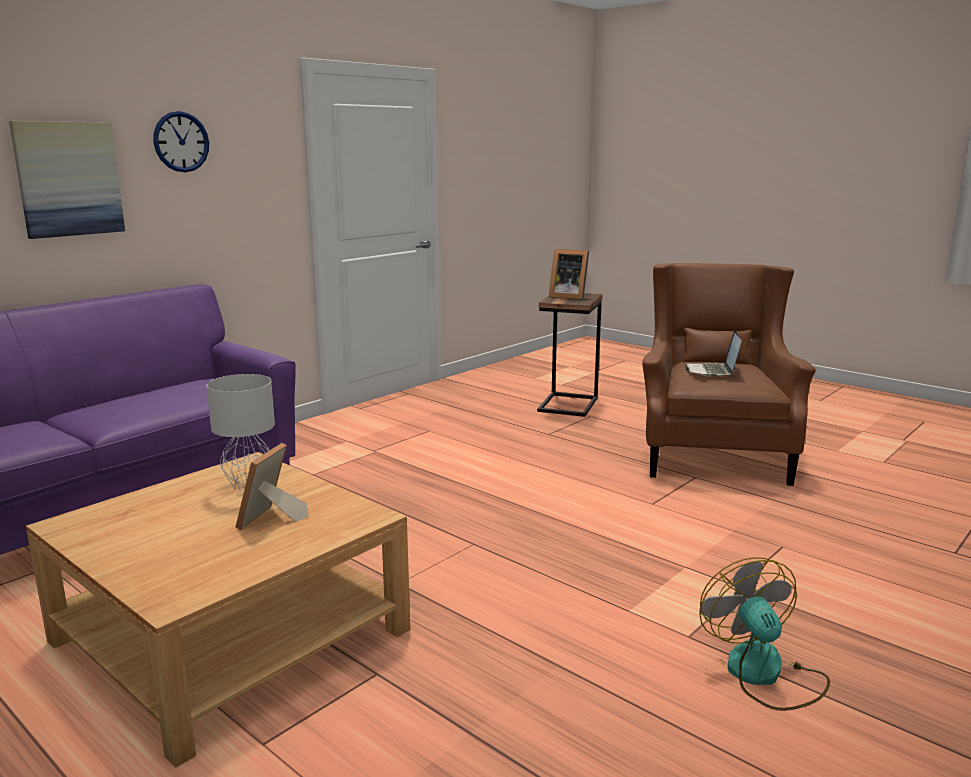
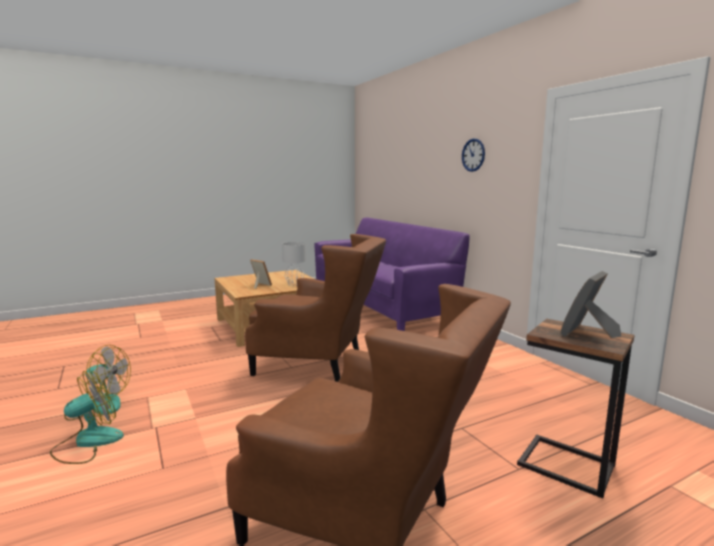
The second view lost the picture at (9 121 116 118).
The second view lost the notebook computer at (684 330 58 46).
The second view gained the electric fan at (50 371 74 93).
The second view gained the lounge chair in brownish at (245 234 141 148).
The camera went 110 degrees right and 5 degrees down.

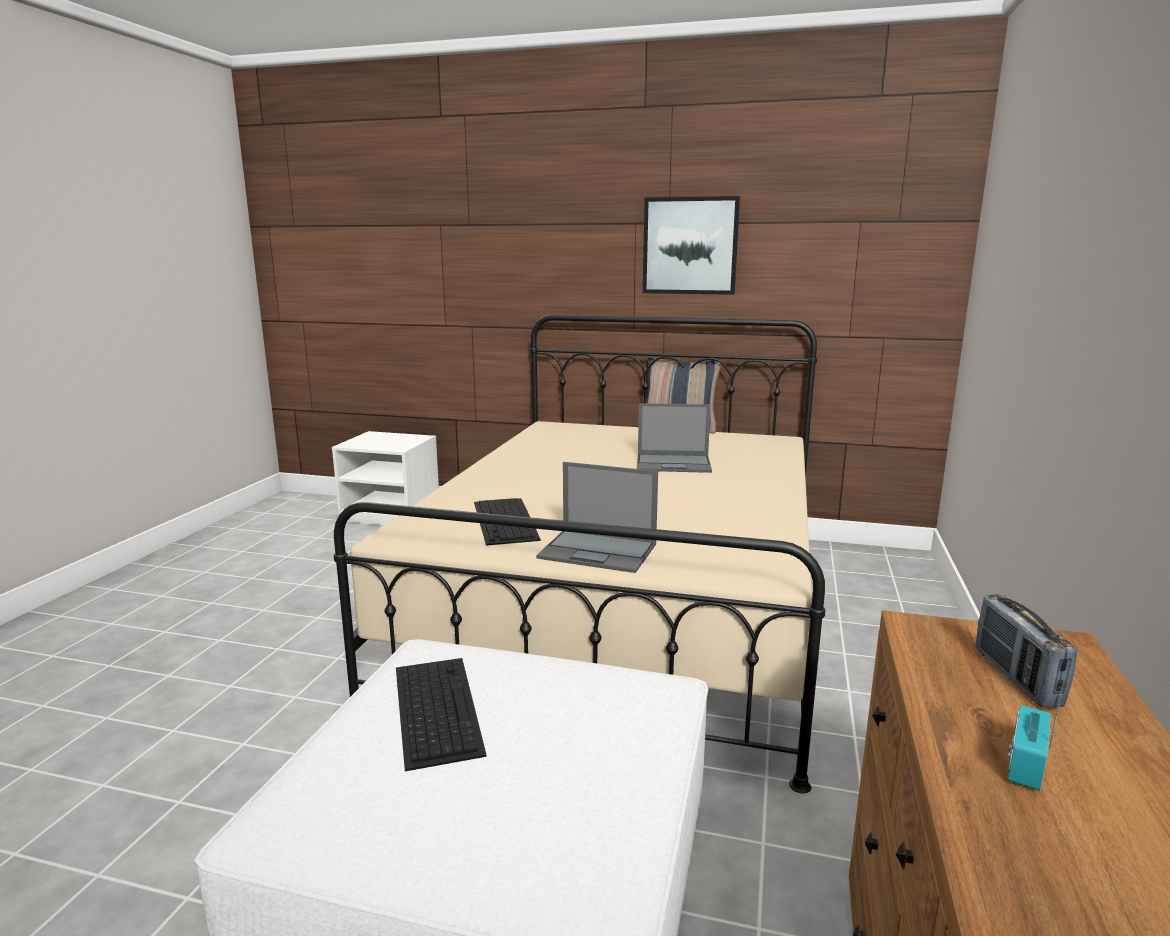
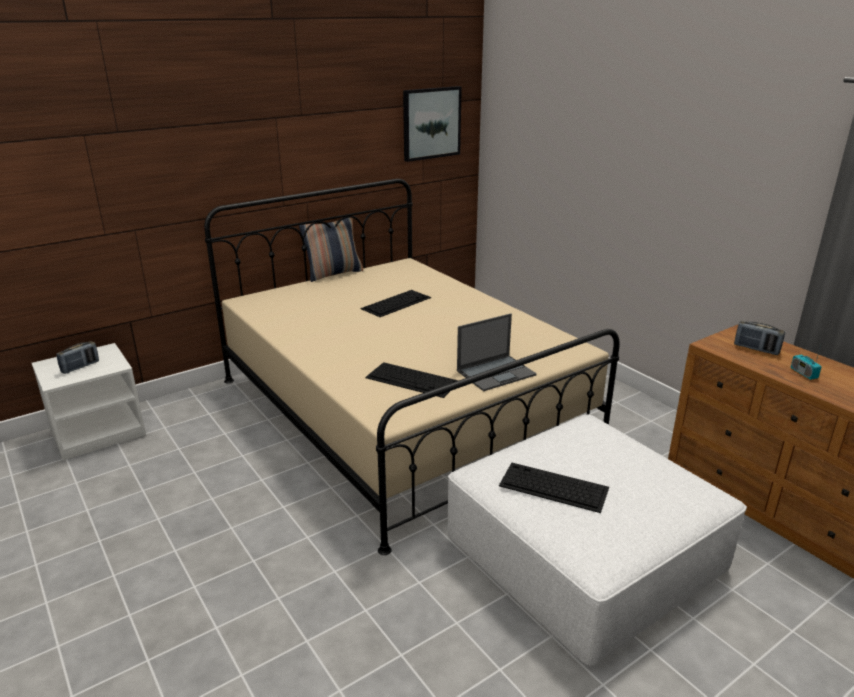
Where the notebook computer stood at (637 403 75 70), the PC keyboard came to stand at (360 290 71 27).
The picture ended up elsewhere, having gone from (643 196 97 99) to (403 86 59 76).
The second view gained the radio at (56 341 43 33).
The camera went 50 degrees left and 10 degrees up.

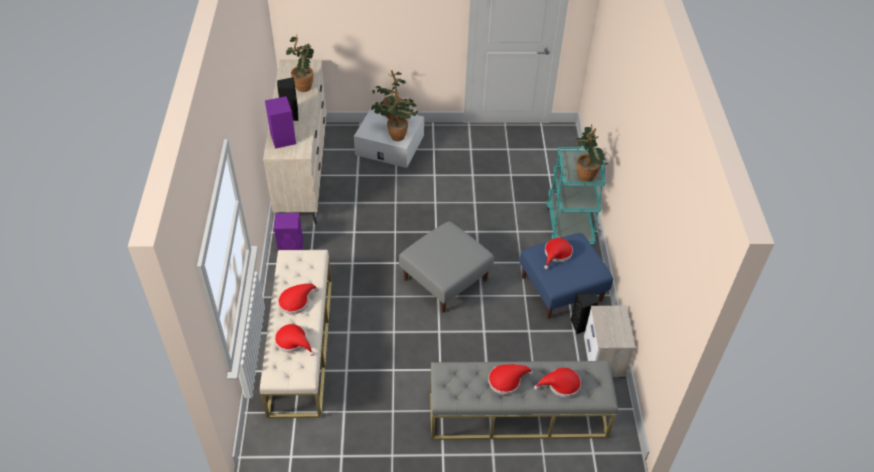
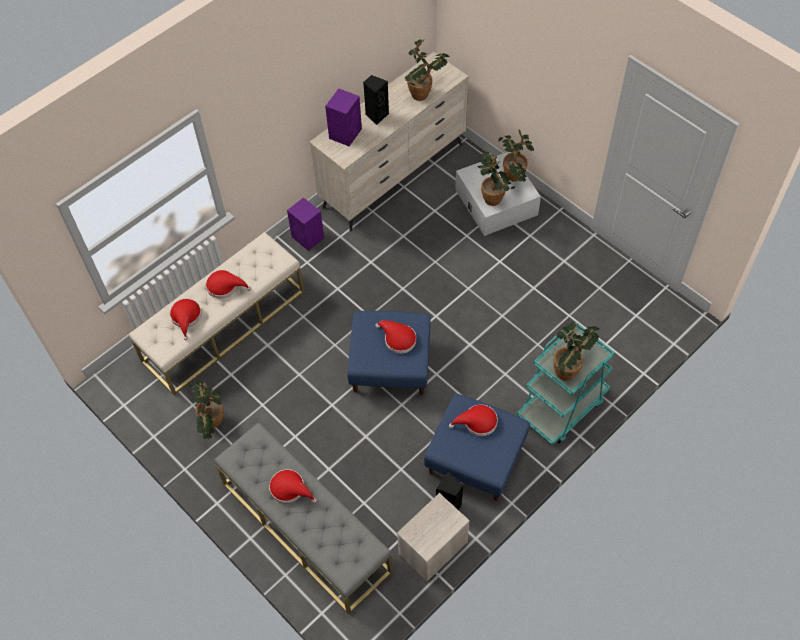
What was the ottoman in gray at (399 221 95 92) turned into the ottoman in blue-coloured at (347 311 83 84).
The clothing hat in red-coloured ended up elsewhere, having gone from (534 367 47 31) to (376 320 40 34).
The second view gained the houseplant at (189 381 34 58).
The camera went 50 degrees right and 10 degrees up.

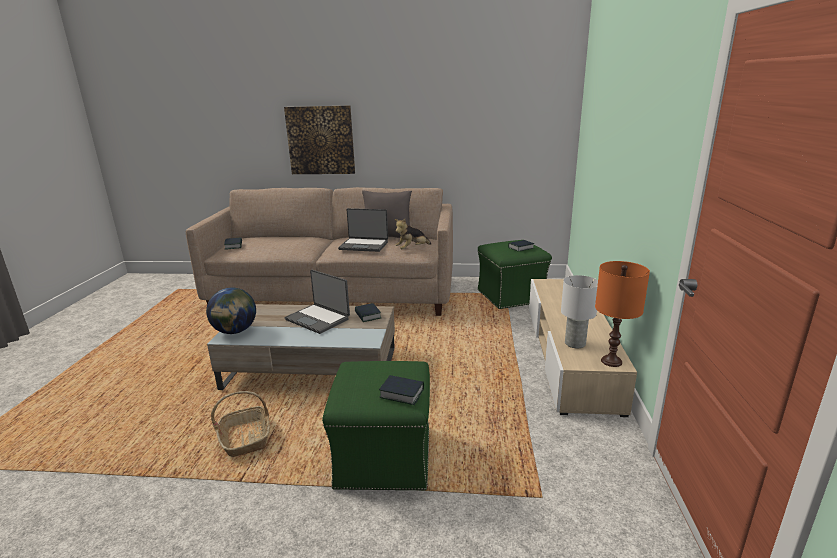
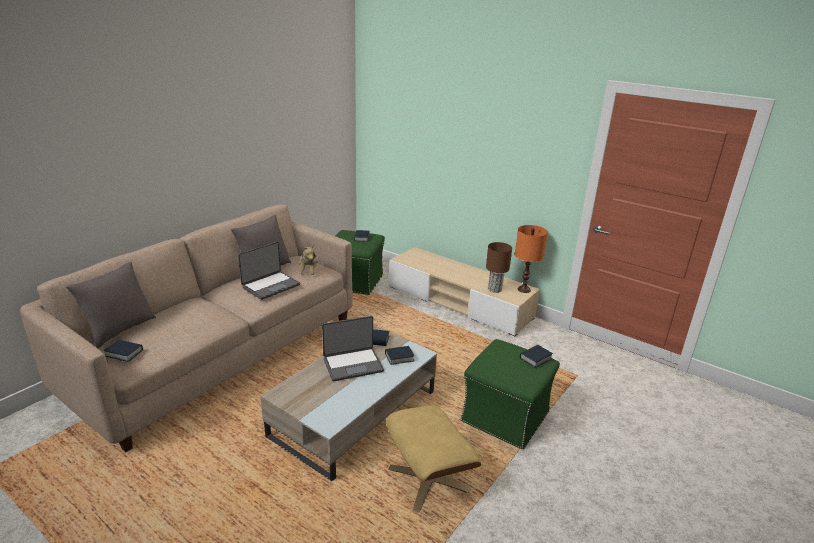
The second view lost the world globe at (206 287 50 47).
Where the household basket stood at (211 391 59 66), the ottoman in beige-coloured came to stand at (386 405 95 108).
The second view lost the picture at (284 105 71 69).
What was the table lamp in whitish at (561 275 37 73) turned into the table lamp in brownish at (486 242 26 51).
The second view gained the pillow in gray at (66 262 90 86).
The second view gained the volume at (385 346 29 19).
The camera went 60 degrees left and 5 degrees up.

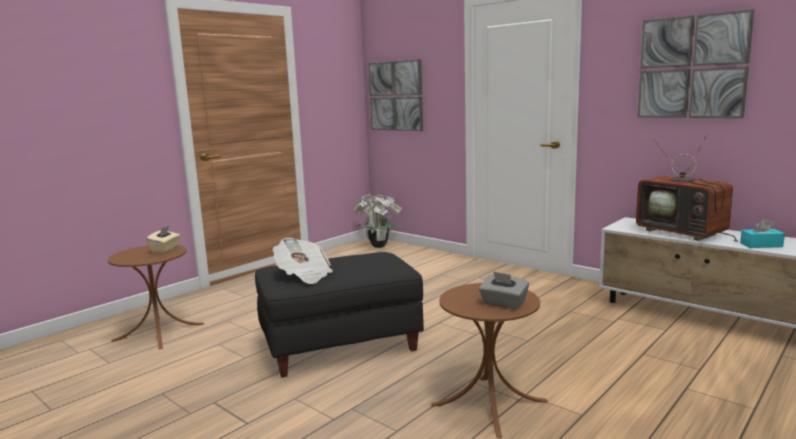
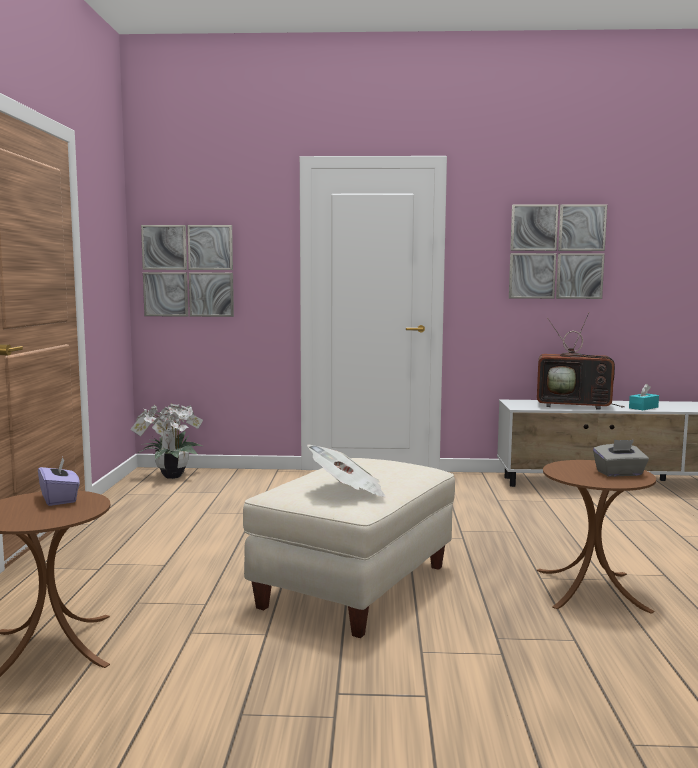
What was the tissue box in beige-coloured at (146 225 34 28) turned into the tissue box in purple at (38 457 42 49).
What was the ottoman in black at (255 252 169 126) turned into the ottoman in beige-coloured at (243 458 212 180).
The camera went 40 degrees left and 5 degrees down.

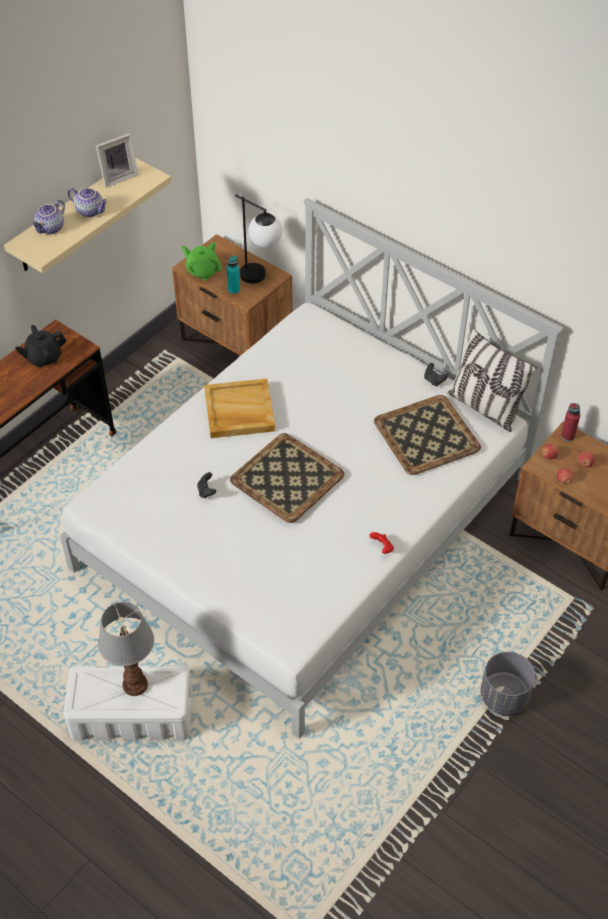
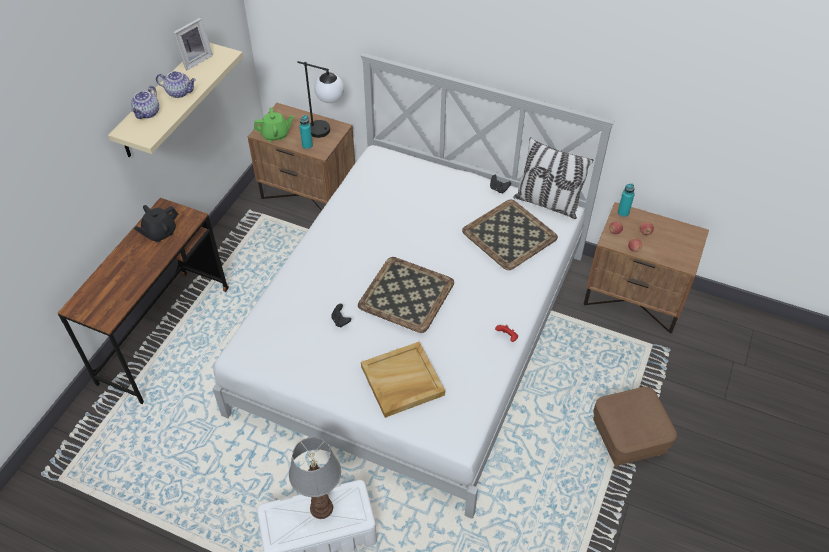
The teapot in greenish at (182 242 40 38) ended up facing another way, 150 degrees clockwise from before.
The serving tray in beige-coloured ended up elsewhere, having gone from (204 379 71 59) to (361 342 84 76).
Where the planter in gray stood at (481 652 54 63), the ottoman in brownish came to stand at (593 387 84 80).
What was the beverage bottle in red-coloured at (561 403 19 38) turned into the beverage bottle in turquoise at (617 184 18 33).
The camera went 15 degrees left and 0 degrees up.

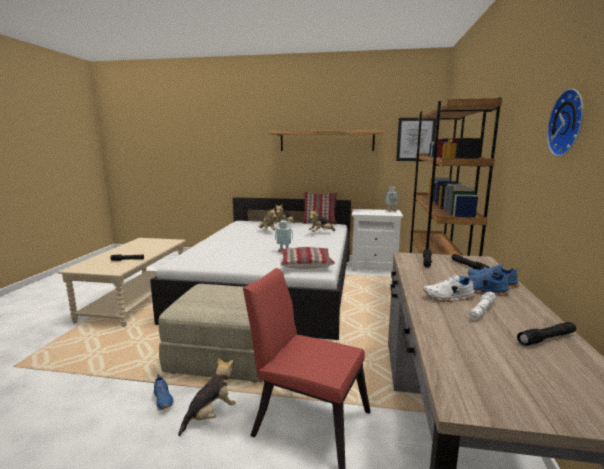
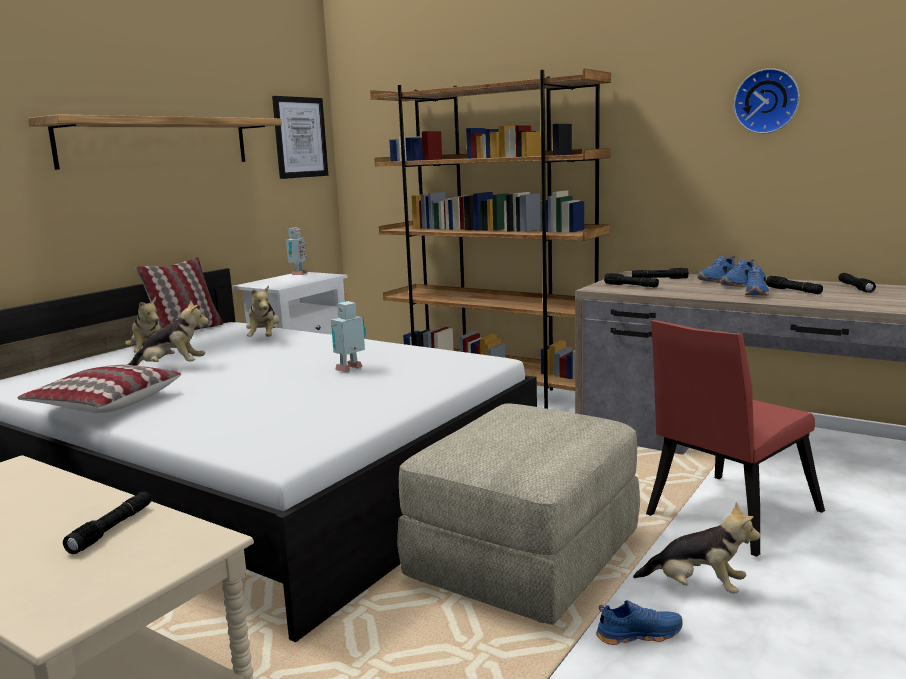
The cuddly toy at (178 358 58 78) ended up facing another way, 135 degrees clockwise from before.
The pillow ended up elsewhere, having gone from (280 247 55 22) to (17 365 164 48).
What was the item of footwear in whitish at (423 275 52 27) turned into the item of footwear in blue-coloured at (745 266 24 30).
What was the torch in whitish at (469 292 27 28) turned into the torch in black at (766 276 57 18).
The camera went 65 degrees left and 0 degrees up.

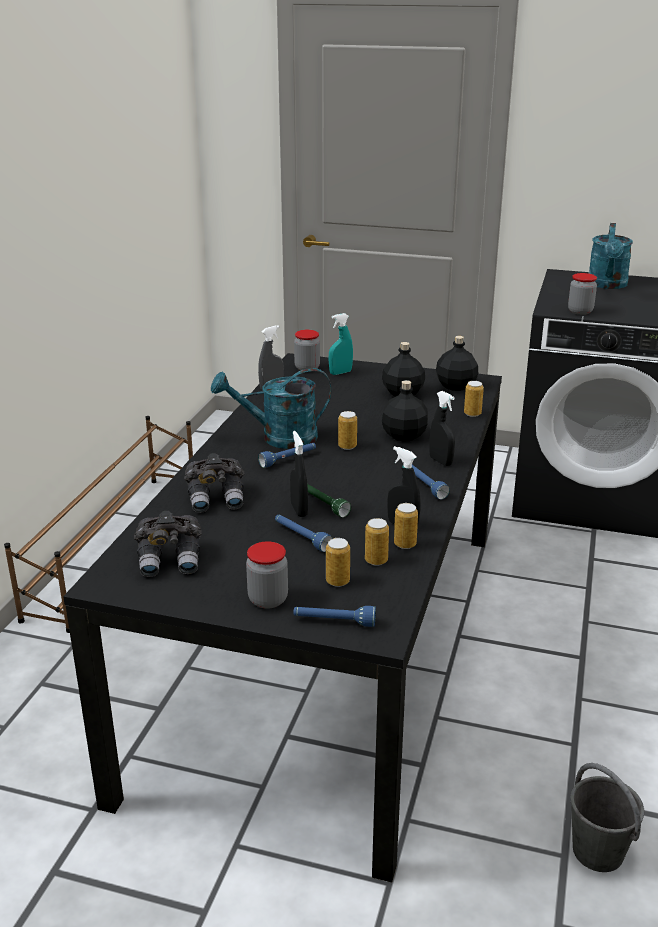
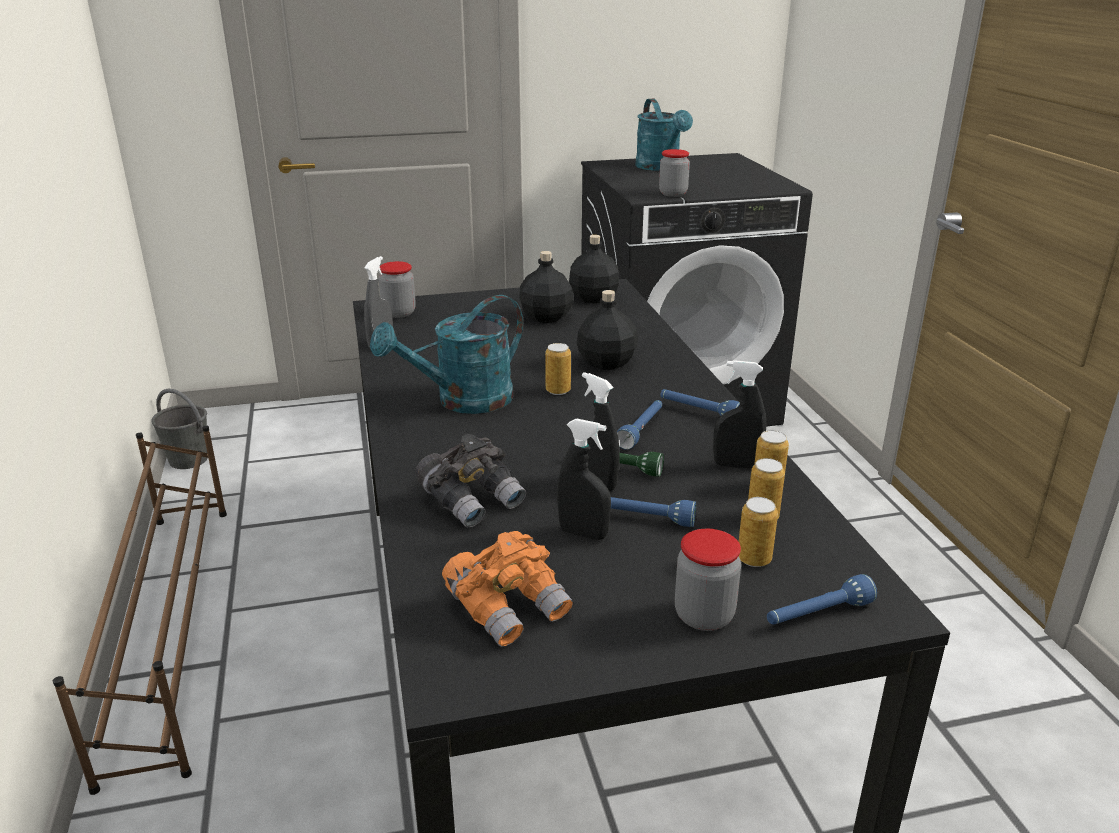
What was the pair of binoculars in gray at (134 511 68 66) turned into the pair of binoculars in orange-coloured at (442 531 131 116).
The torch in blue-coloured ended up elsewhere, having gone from (258 443 58 25) to (617 400 45 50).
The second view lost the spray bottle in turquoise at (329 313 24 62).
The spray bottle in black ended up elsewhere, having gone from (429 391 26 75) to (557 418 54 122).
The second view lost the metal can at (464 381 20 36).
The pail in gray ended up elsewhere, having gone from (570 763 74 109) to (151 389 57 80).
The camera went 30 degrees left and 0 degrees up.

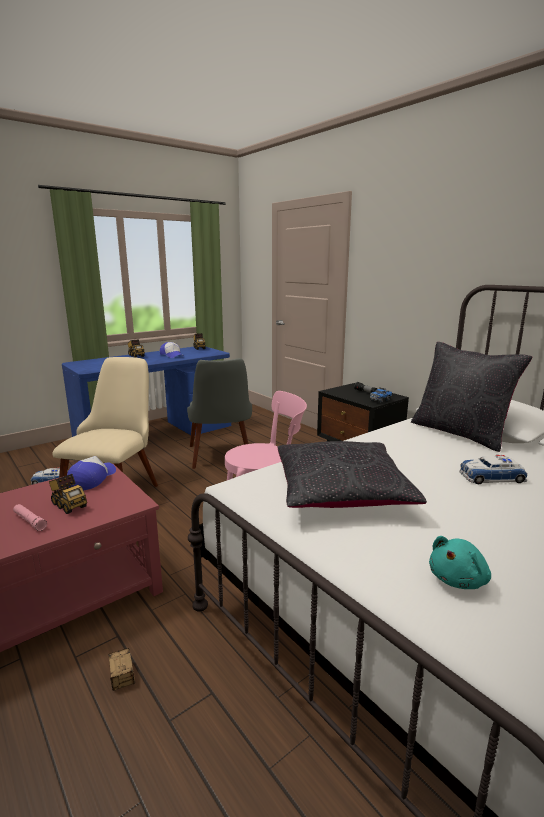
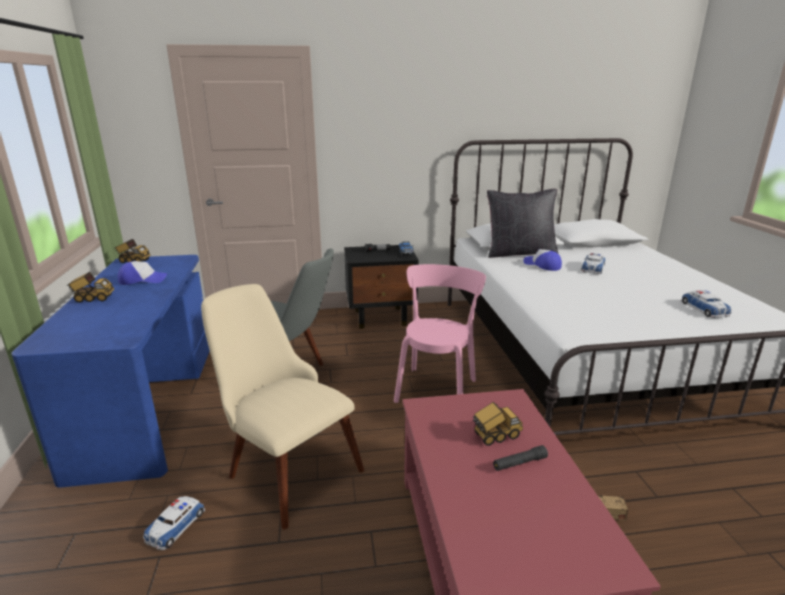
What was the torch in pink-coloured at (13 504 34 27) turned into the torch in black at (493 445 55 26).
The peaked cap ended up elsewhere, having gone from (67 456 49 34) to (523 249 39 22).
The second view lost the pillow in black at (277 441 150 67).
Where the cuddly toy in turquoise stood at (429 536 62 53), the model car came to stand at (681 290 50 28).
The camera went 60 degrees left and 5 degrees up.

